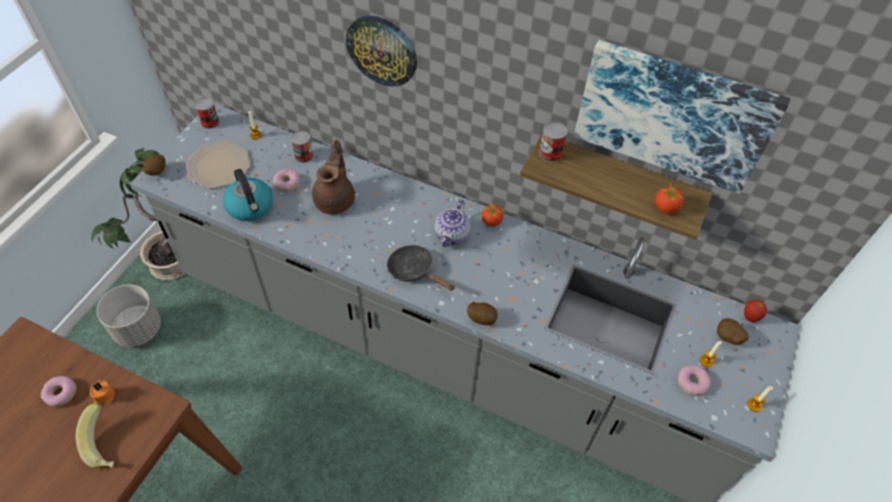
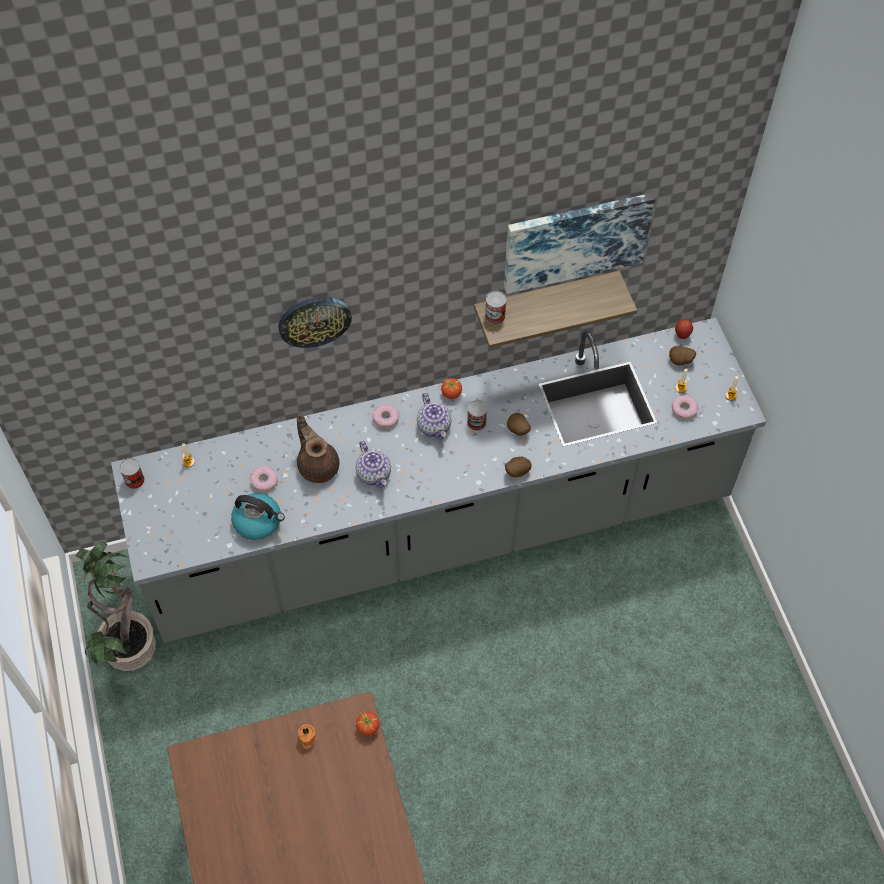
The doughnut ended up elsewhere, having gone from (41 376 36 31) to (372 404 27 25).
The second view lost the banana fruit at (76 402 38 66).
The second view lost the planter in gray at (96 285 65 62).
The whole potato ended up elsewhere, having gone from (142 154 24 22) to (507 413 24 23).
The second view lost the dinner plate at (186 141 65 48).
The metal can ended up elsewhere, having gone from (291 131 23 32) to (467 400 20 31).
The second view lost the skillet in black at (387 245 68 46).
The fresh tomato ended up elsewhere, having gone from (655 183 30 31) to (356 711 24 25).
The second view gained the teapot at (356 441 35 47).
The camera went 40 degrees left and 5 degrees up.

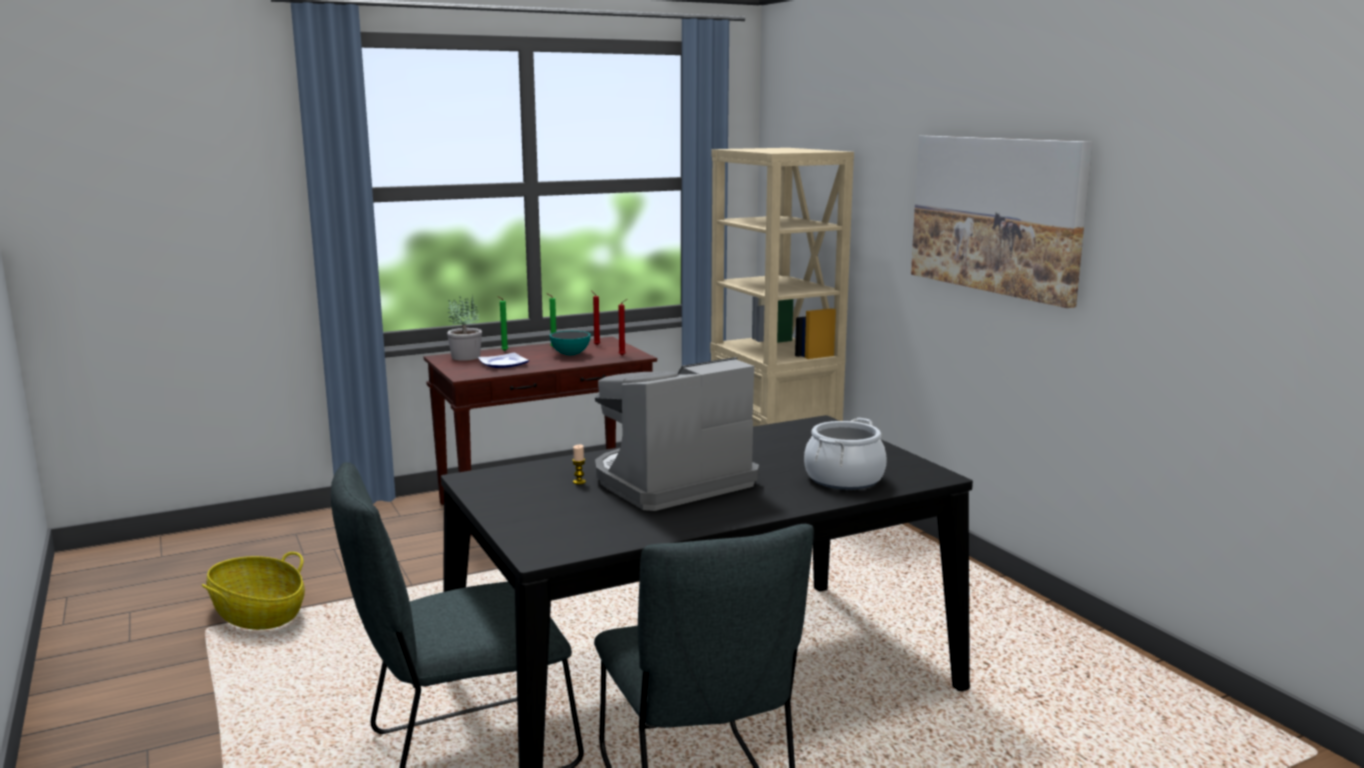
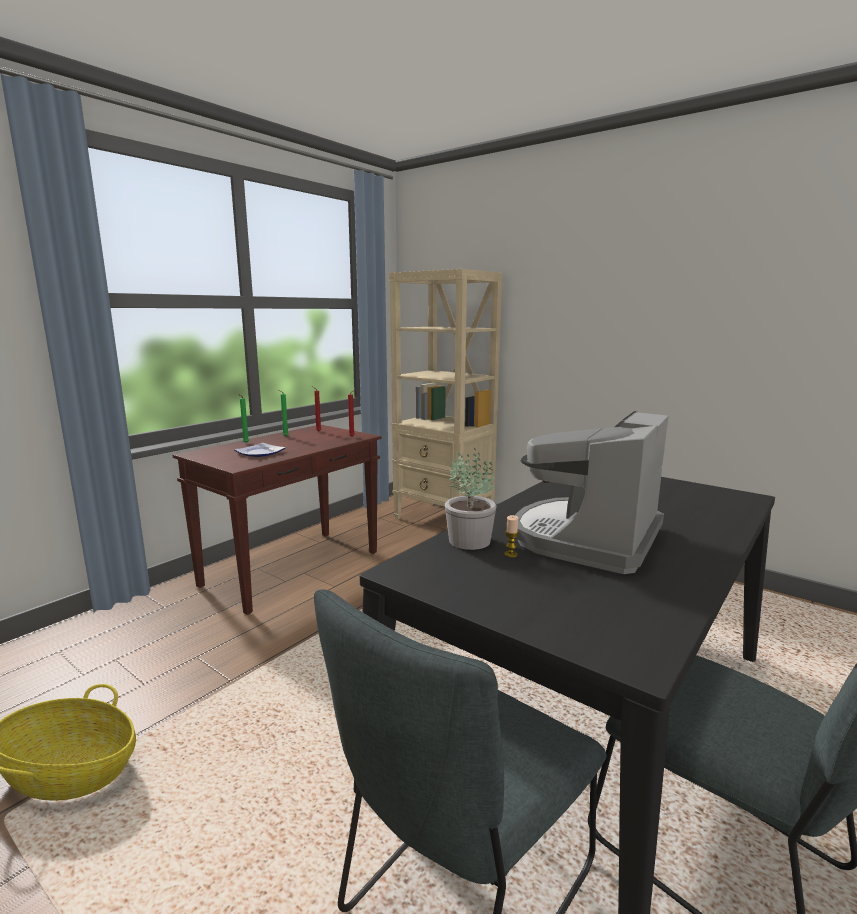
The houseplant ended up elsewhere, having gone from (447 295 35 66) to (445 448 52 102).
The second view lost the serving bowl at (550 331 41 24).
The second view lost the saucepot at (804 418 83 72).
The second view lost the picture at (911 136 181 172).
The camera went 25 degrees left and 0 degrees up.

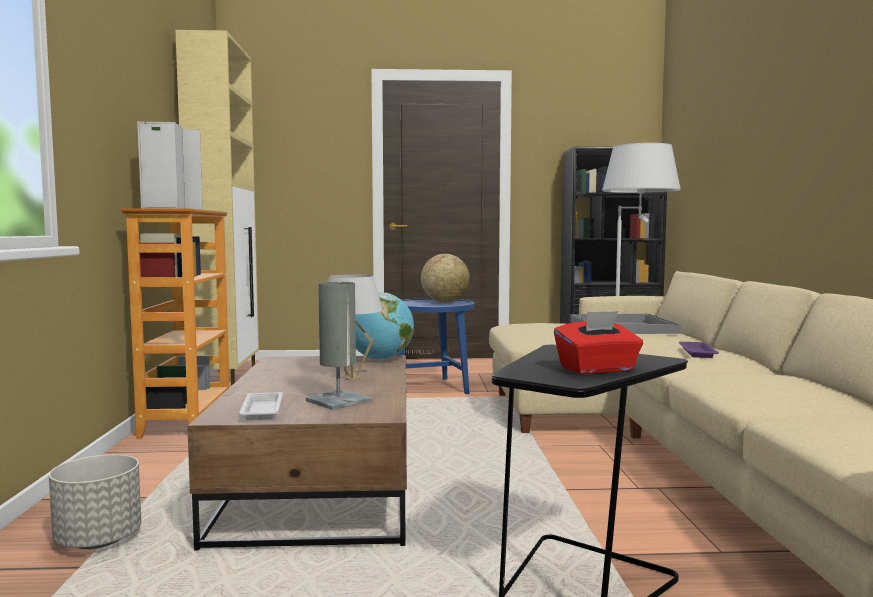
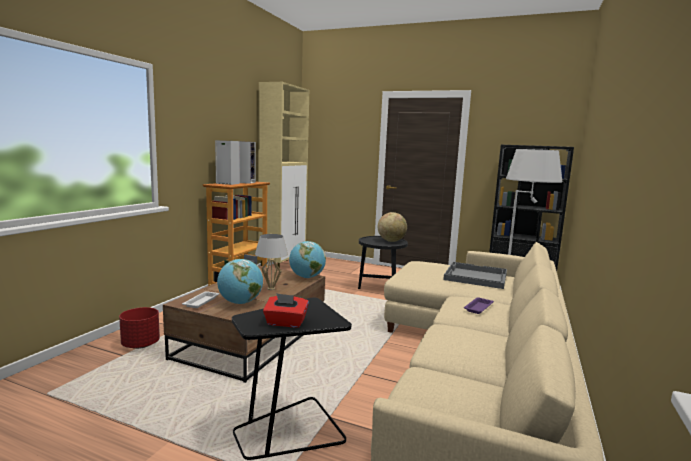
What was the planter in gray at (49 454 93 95) turned into the planter in red-coloured at (119 307 41 42).
Where the table lamp in gray stood at (305 282 67 128), the world globe came to stand at (217 259 46 45).
What was the accent table in blue-coloured at (398 298 76 96) turned into the accent table in black at (358 236 50 53).
The camera went 25 degrees right and 5 degrees up.

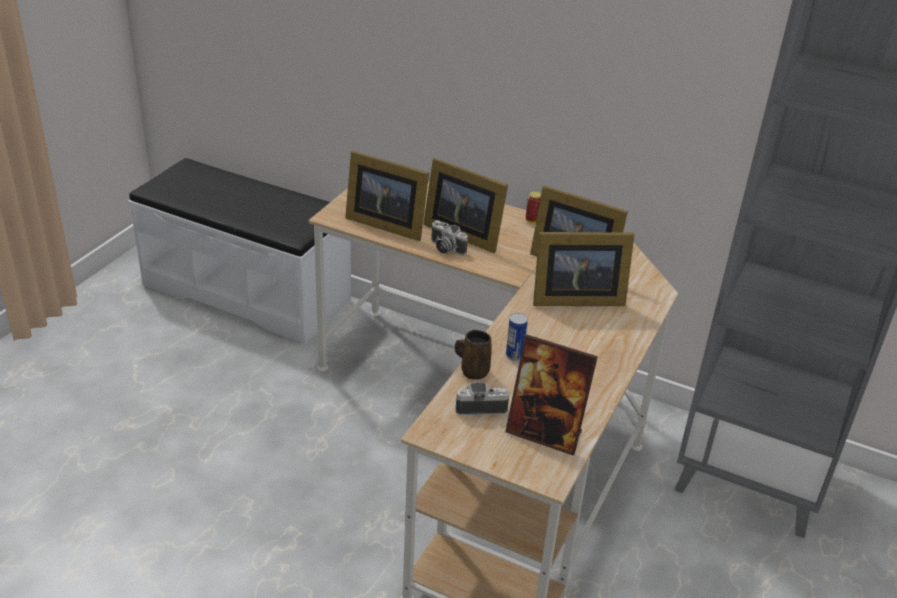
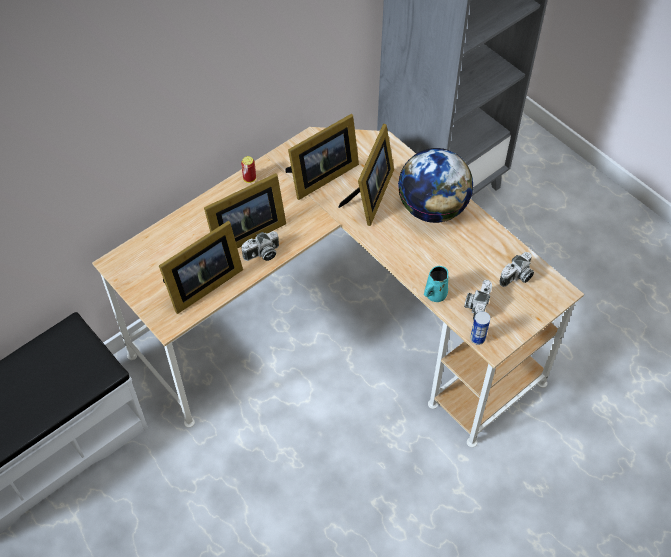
What was the mug in brownish at (455 330 36 50) turned into the mug in turquoise at (424 266 24 36).
Where the photo frame stood at (505 335 93 120), the photo camera came to stand at (499 252 35 35).
The metal can ended up elsewhere, having gone from (506 313 22 48) to (470 311 20 34).
The second view gained the world globe at (398 148 75 75).
The camera went 65 degrees left and 20 degrees up.

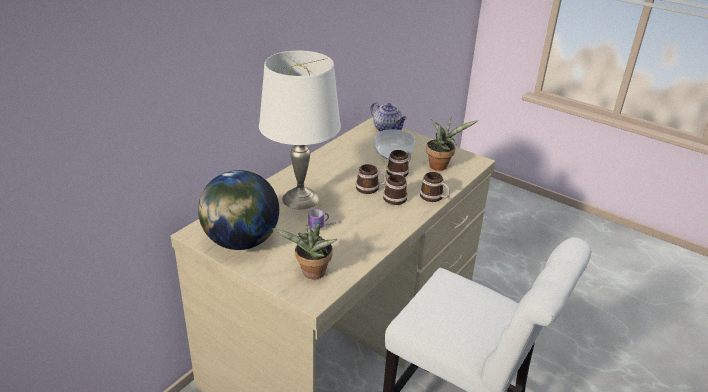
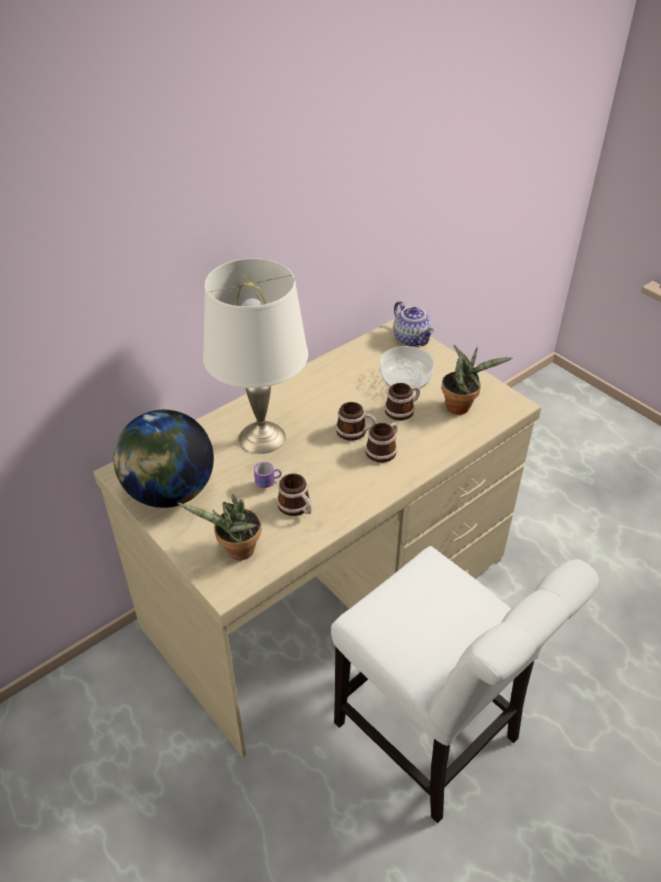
The mug ended up elsewhere, having gone from (420 172 30 30) to (277 474 35 42).
The camera went 15 degrees right and 10 degrees up.

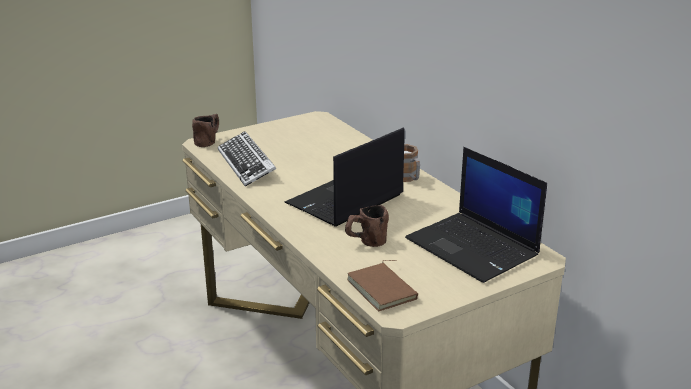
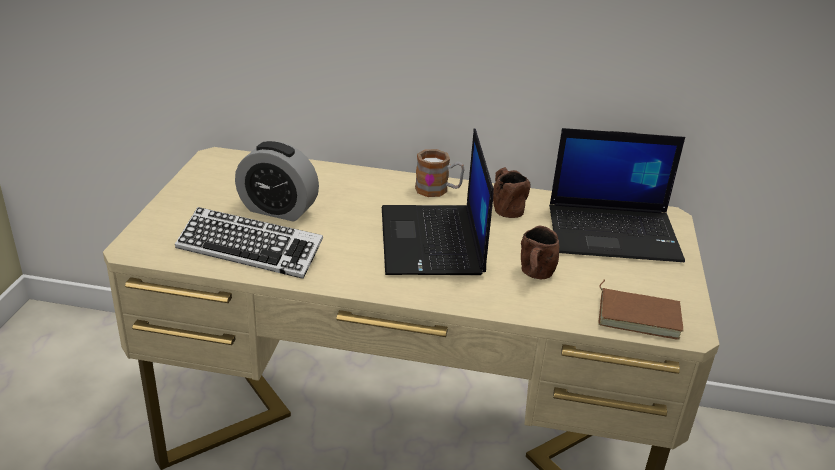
The mug in brownish ended up elsewhere, having gone from (192 114 27 33) to (493 167 37 51).
The second view gained the table clock at (235 141 84 81).
The camera went 50 degrees left and 5 degrees up.

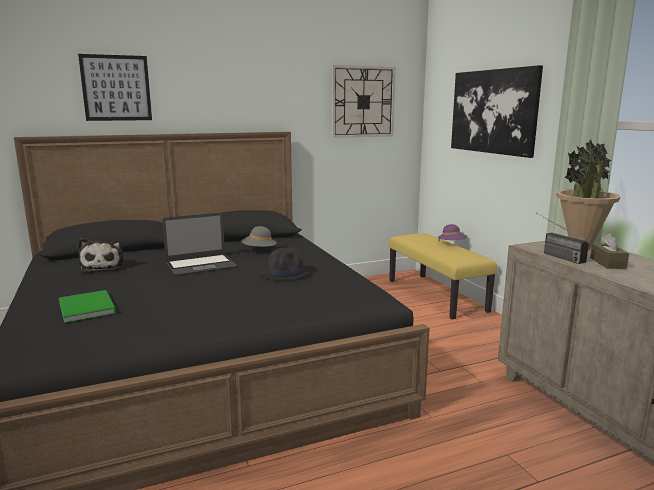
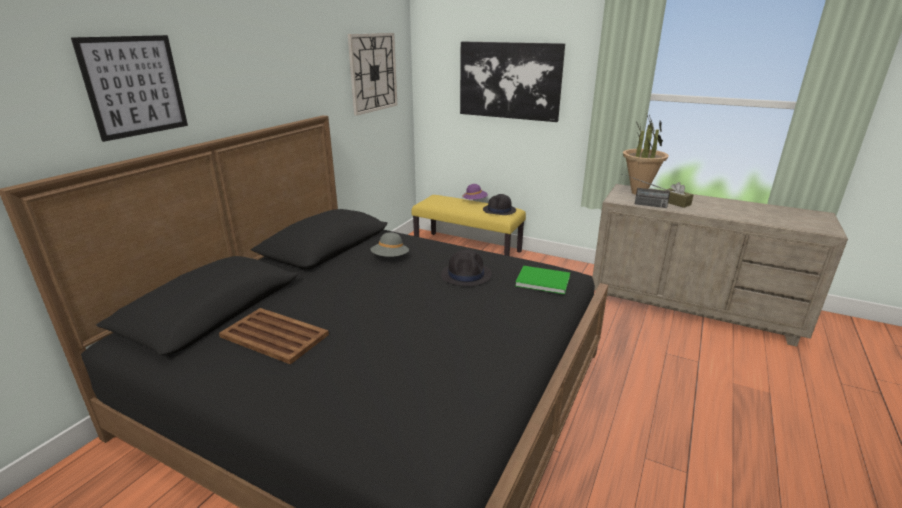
The volume in greenish ended up elsewhere, having gone from (59 290 57 33) to (515 266 55 28).
Where the cuddly toy stood at (78 238 46 34), the serving tray in brownish came to stand at (219 308 110 57).
The second view lost the notebook computer at (162 213 75 62).
The second view gained the clothing hat in black at (483 194 33 21).
The camera went 40 degrees left and 10 degrees up.

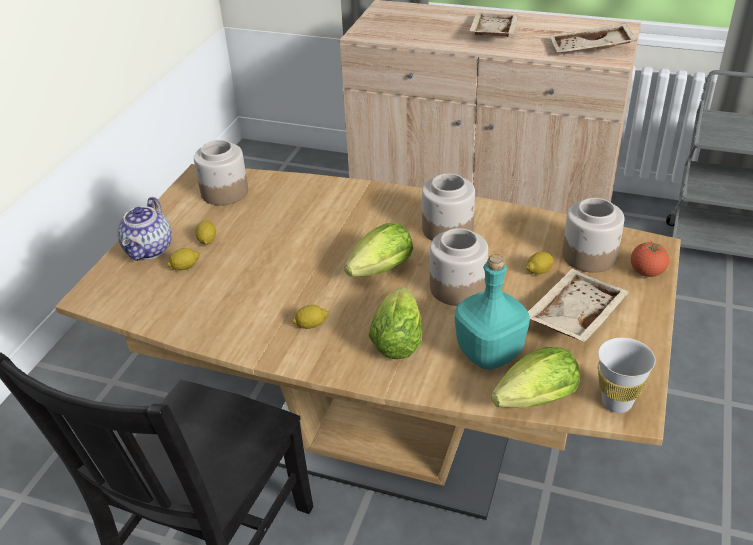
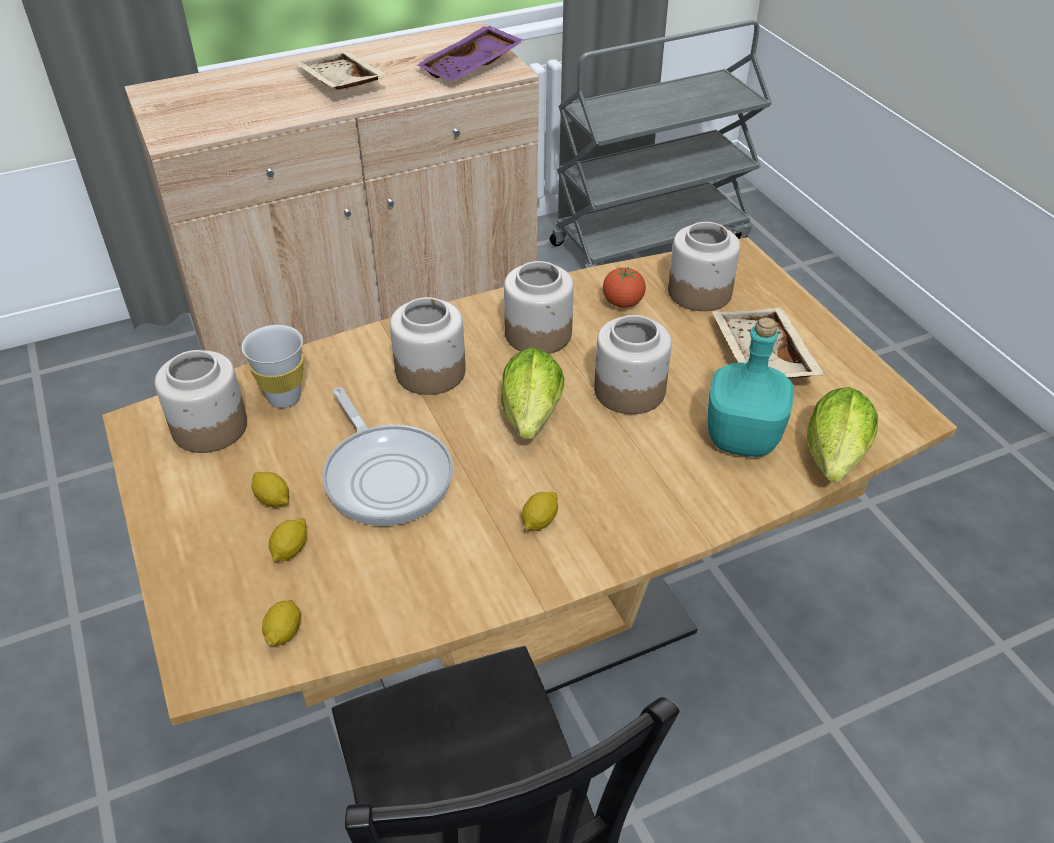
The second view lost the teapot at (117 197 55 64).
The second view lost the lettuce head at (369 287 53 72).
The citrus fruit ended up elsewhere, having gone from (526 252 28 23) to (262 600 39 46).
What was the serving tray in beige-coloured at (549 23 87 30) turned into the serving tray in purple at (416 25 109 57).
The small cup in whitish ended up elsewhere, having gone from (598 337 57 76) to (242 325 62 83).
The fresh tomato ended up elsewhere, having gone from (631 242 38 35) to (603 266 43 42).
The second view gained the skillet at (322 387 131 139).
The second view gained the preserve jar at (390 297 76 98).
The camera went 45 degrees left and 5 degrees up.

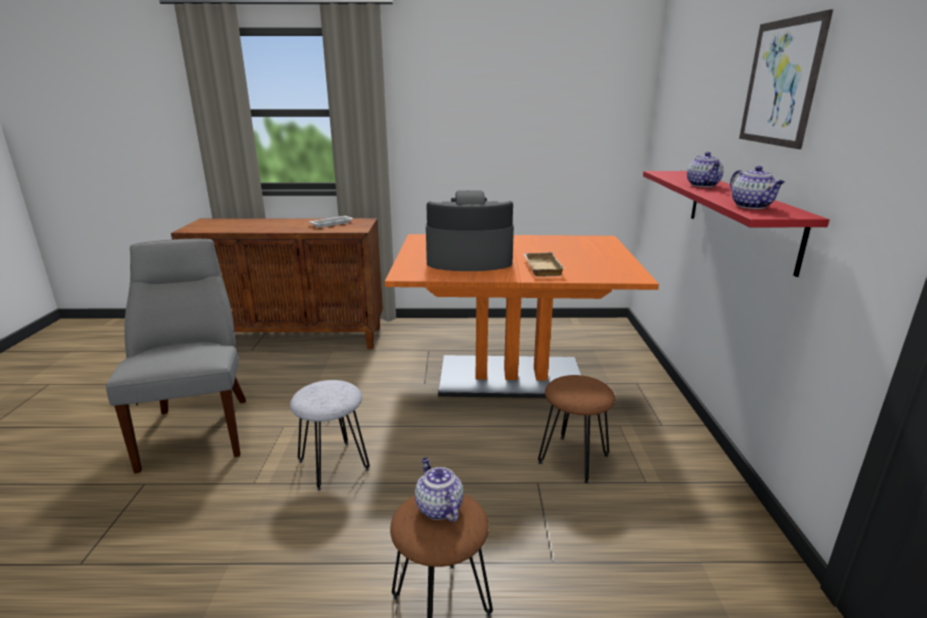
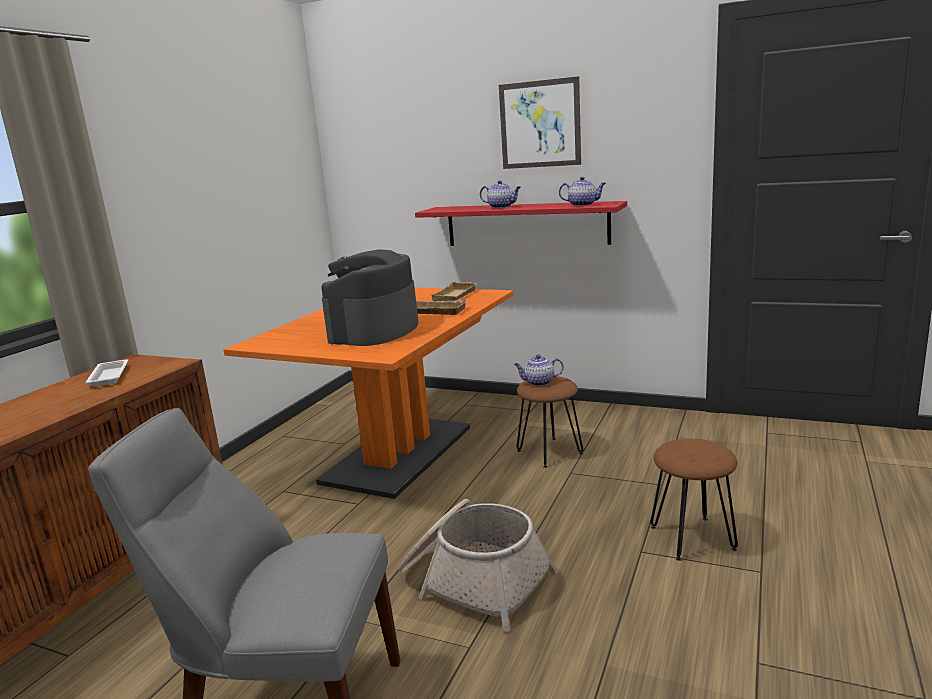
Where the sitting stool in gray stood at (290 380 80 111), the household basket came to stand at (399 499 159 133).
The teapot ended up elsewhere, having gone from (415 457 49 65) to (514 354 50 32).
The second view gained the serving tray in beige-coloured at (431 281 46 20).
The camera went 65 degrees left and 5 degrees down.

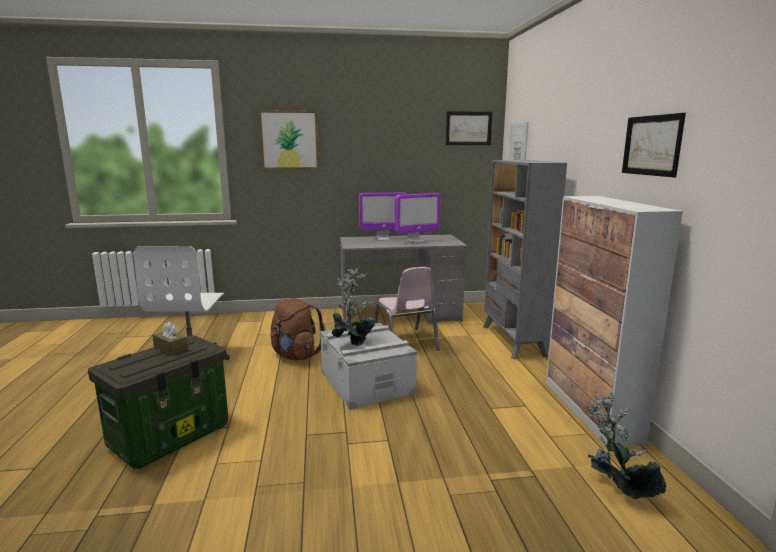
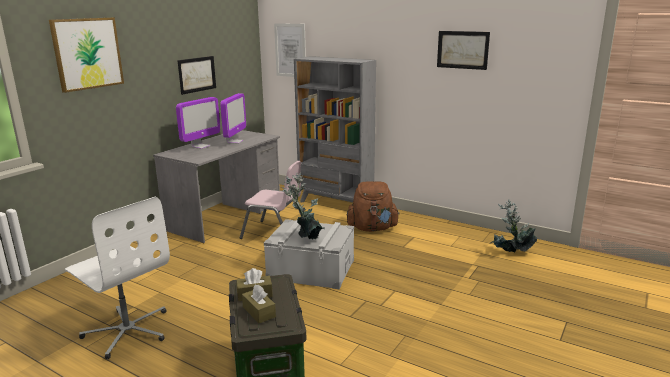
The backpack in brownish ended up elsewhere, having gone from (270 298 55 62) to (347 182 53 50).
The picture ended up elsewhere, having gone from (446 111 46 34) to (177 56 39 39).
The second view lost the cabinet at (546 196 137 250).
The second view gained the tissue box in brownish at (242 285 34 38).
The camera went 50 degrees left and 5 degrees up.

